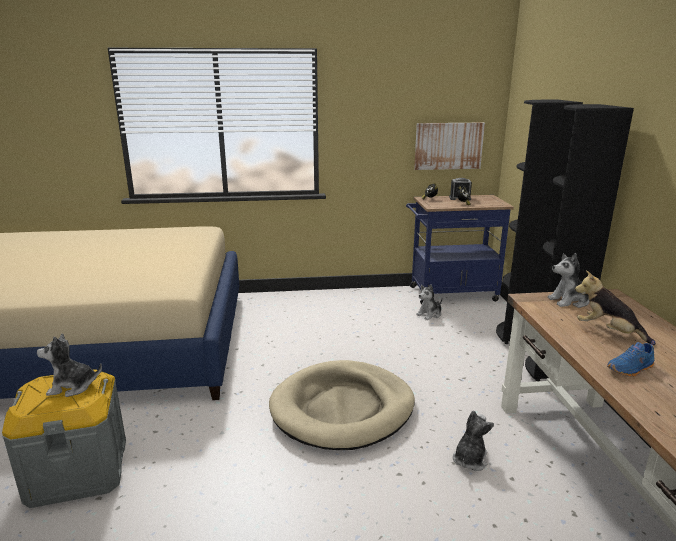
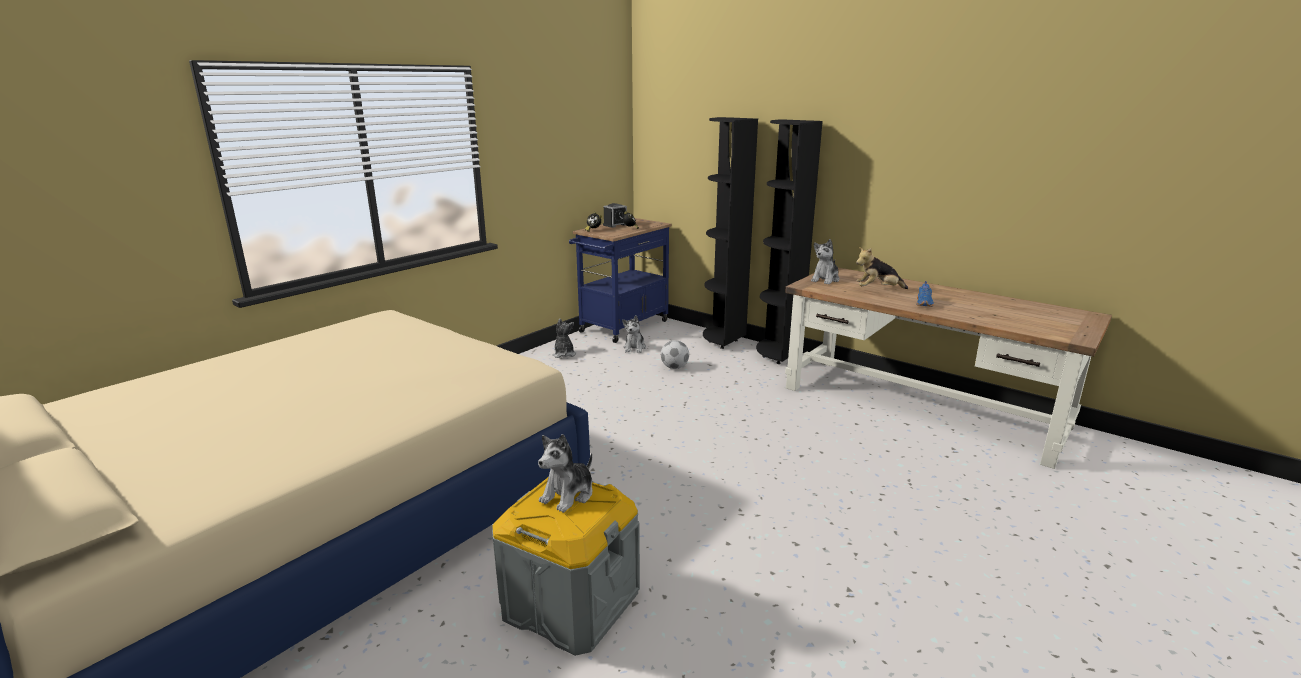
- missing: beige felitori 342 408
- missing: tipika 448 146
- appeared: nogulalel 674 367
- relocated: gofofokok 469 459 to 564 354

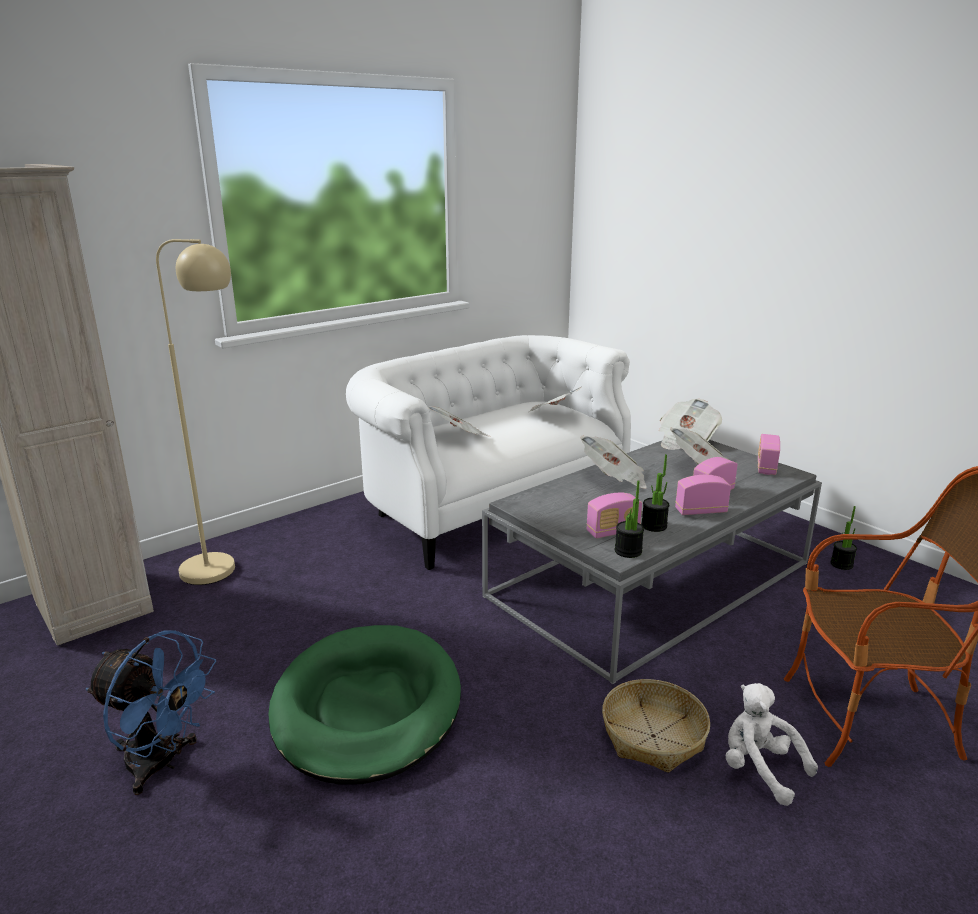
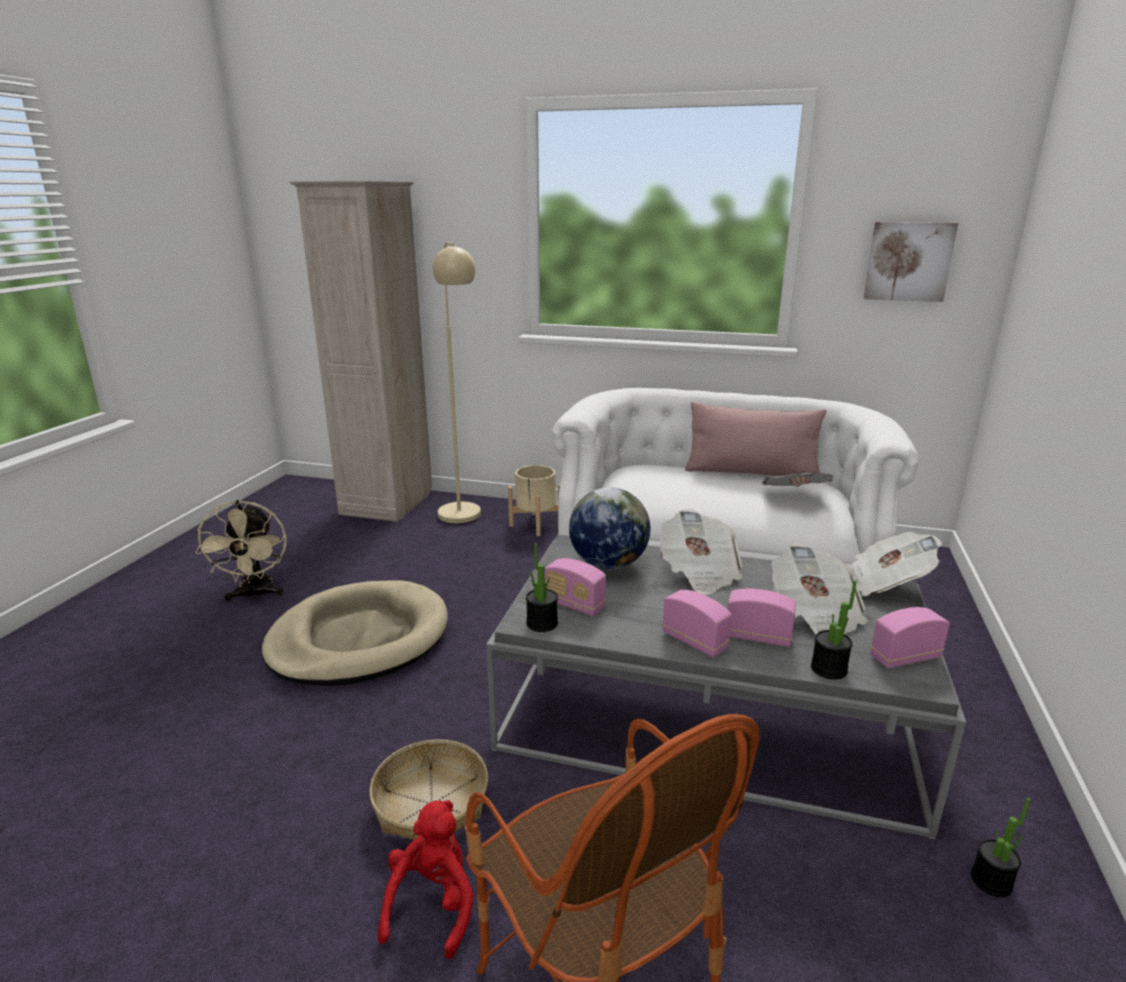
- missing: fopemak 458 437
- appeared: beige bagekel 535 524
- appeared: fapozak 608 564
- appeared: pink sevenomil 751 473
- appeared: tipika 908 261
- relocated: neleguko 654 526 to 828 669
- colour: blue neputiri 162 764 to beige neputiri 255 595
- colour: green felitori 367 708 to beige felitori 359 639
- colour: white gofofokok 759 769 to red gofofokok 432 904

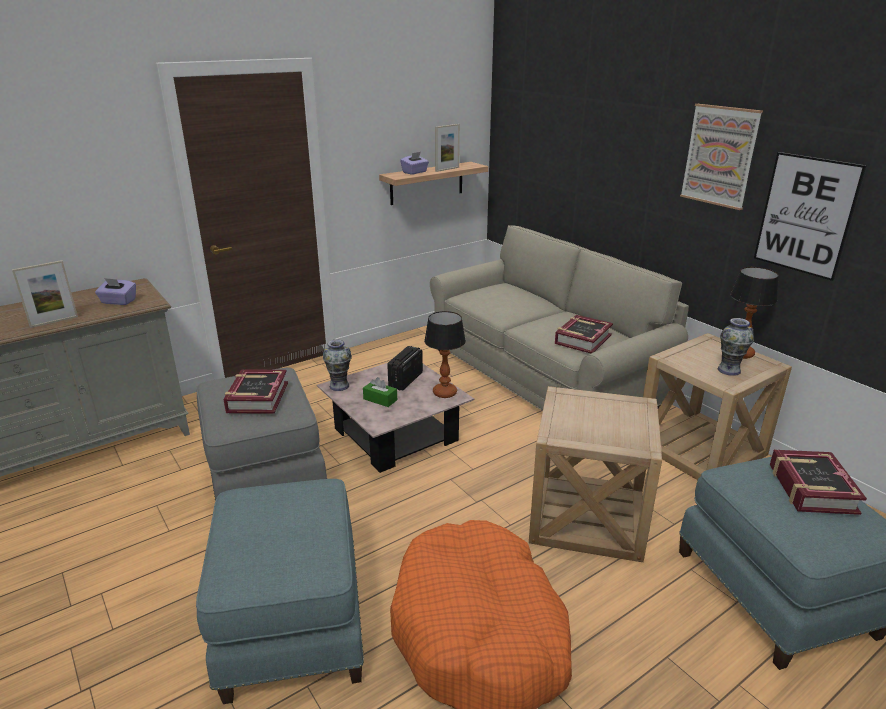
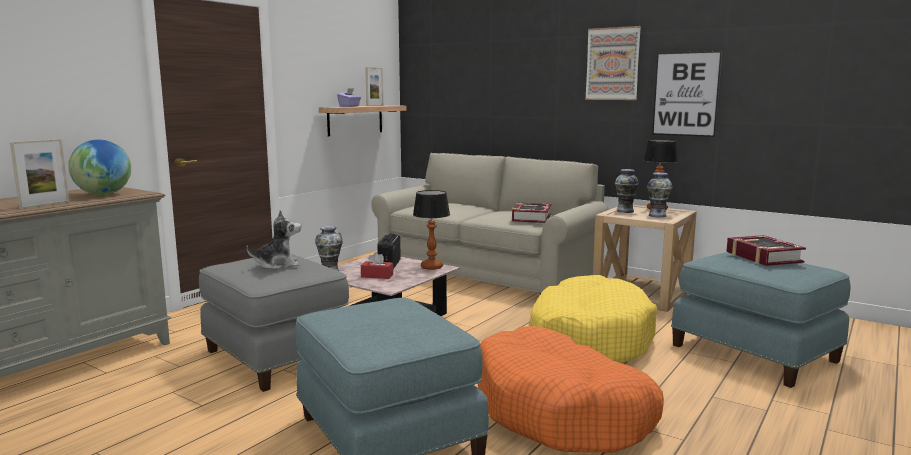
- appeared: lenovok 625 211
- exchanged: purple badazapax 118 302 to fapozak 104 194
- exchanged: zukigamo 257 397 to gofofokok 278 265
- exchanged: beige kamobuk 587 517 to yellow felitori 589 338
- colour: green badazapax 380 399 to red badazapax 377 276

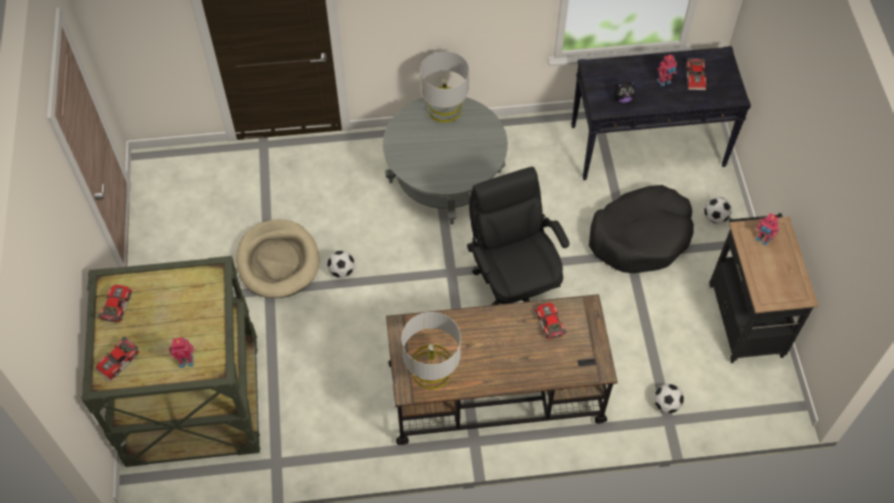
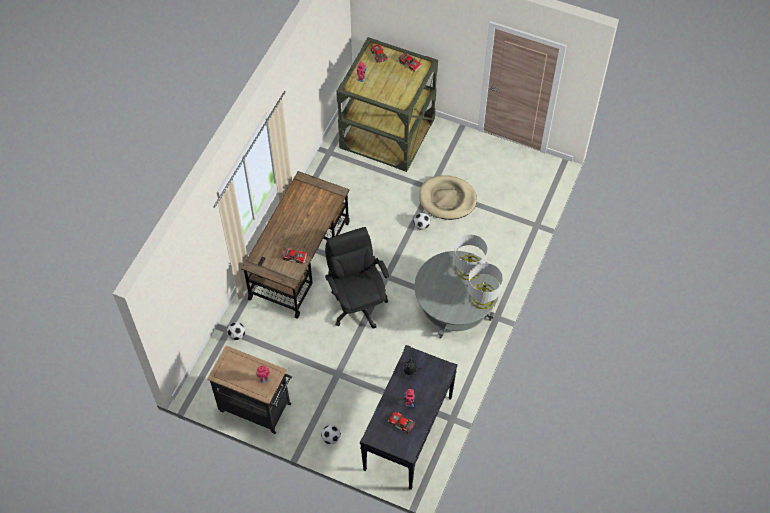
- missing: black felitori 640 236
- relocated: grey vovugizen 431 370 to 468 270
- spun: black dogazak 513 286 = 357 302 120 degrees counterclockwise

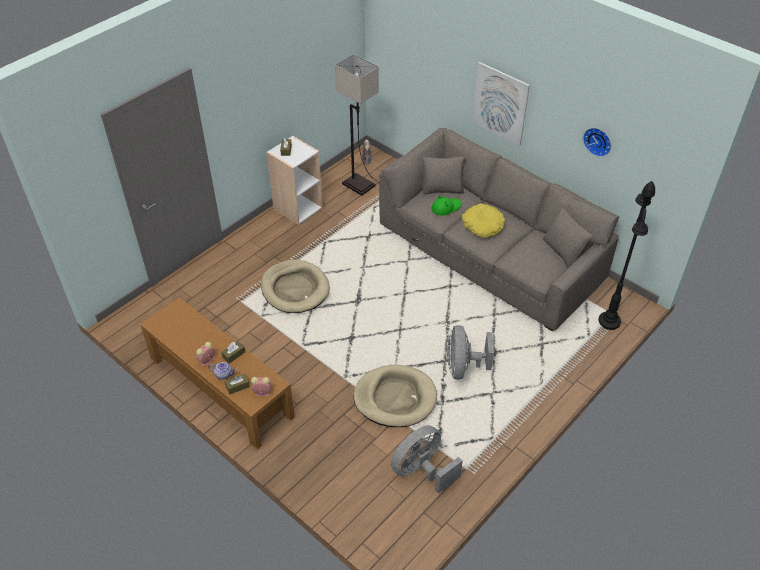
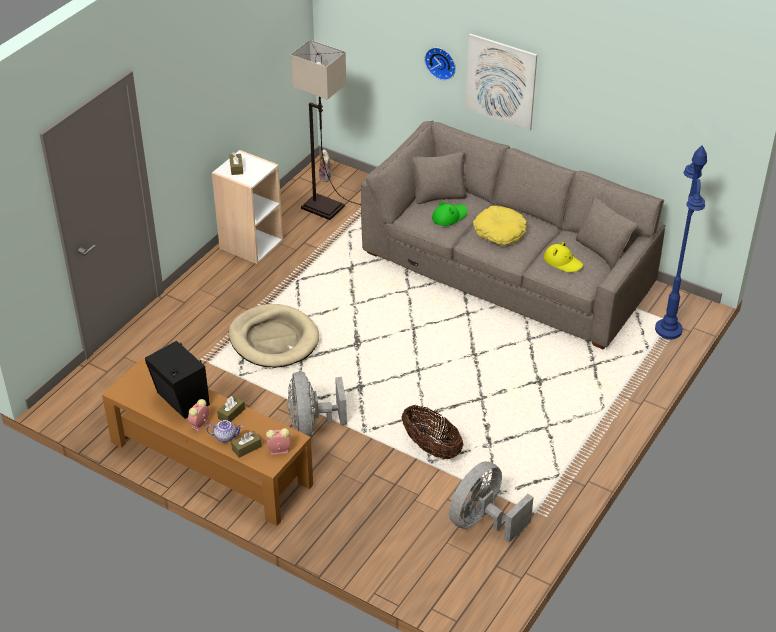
- appeared: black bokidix 181 401
- appeared: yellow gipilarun 563 262
- relocated: grey neputiri 463 367 to 312 426
- relocated: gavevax 598 141 to 441 62
- exchanged: beige felitori 395 398 to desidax 431 447
- colour: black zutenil 609 321 to blue zutenil 668 330

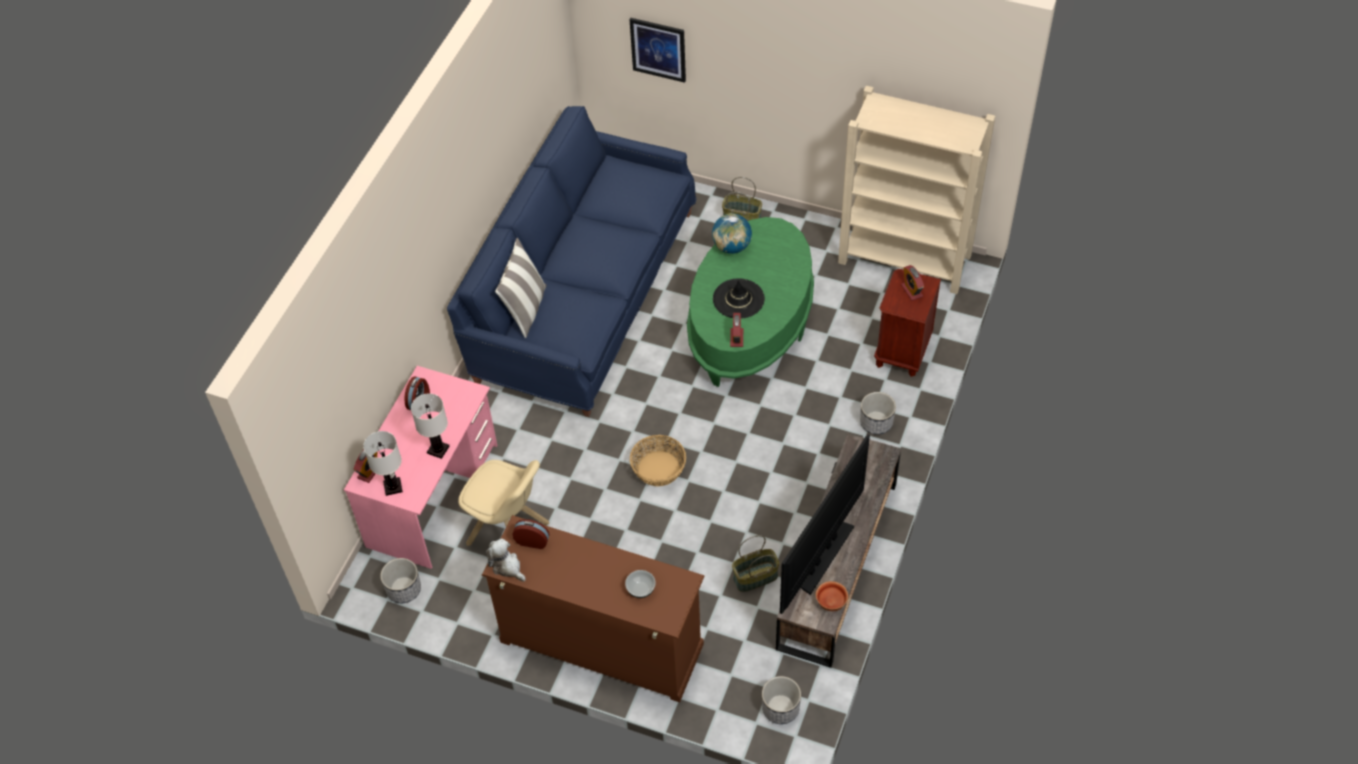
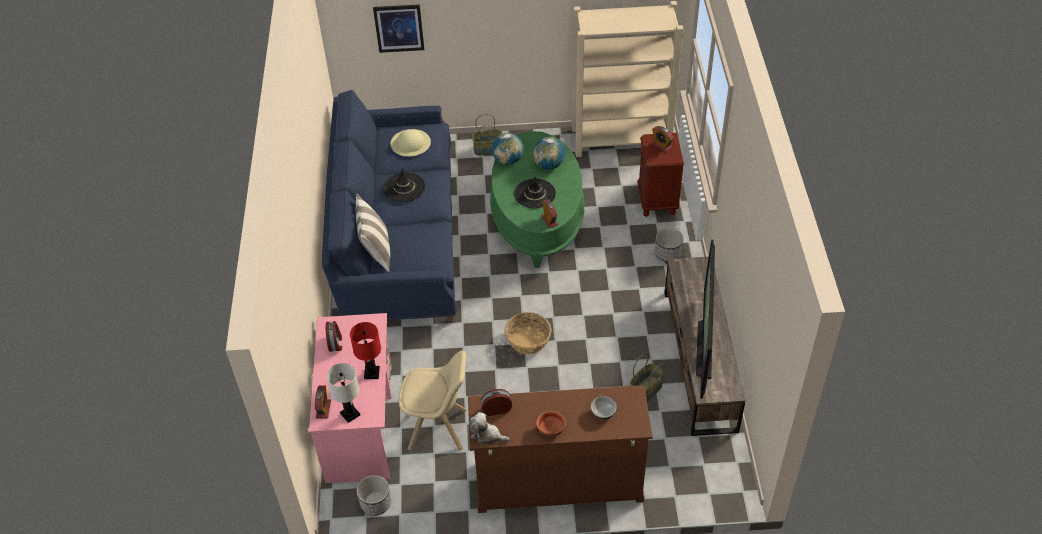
- missing: bagekel 780 708
- appeared: black gipilarun 404 187
- appeared: beige gipilarun 410 142
- appeared: fapozak 549 165
- relocated: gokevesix 830 603 to 551 430
- colour: white vovugizen 438 450 to red vovugizen 372 373

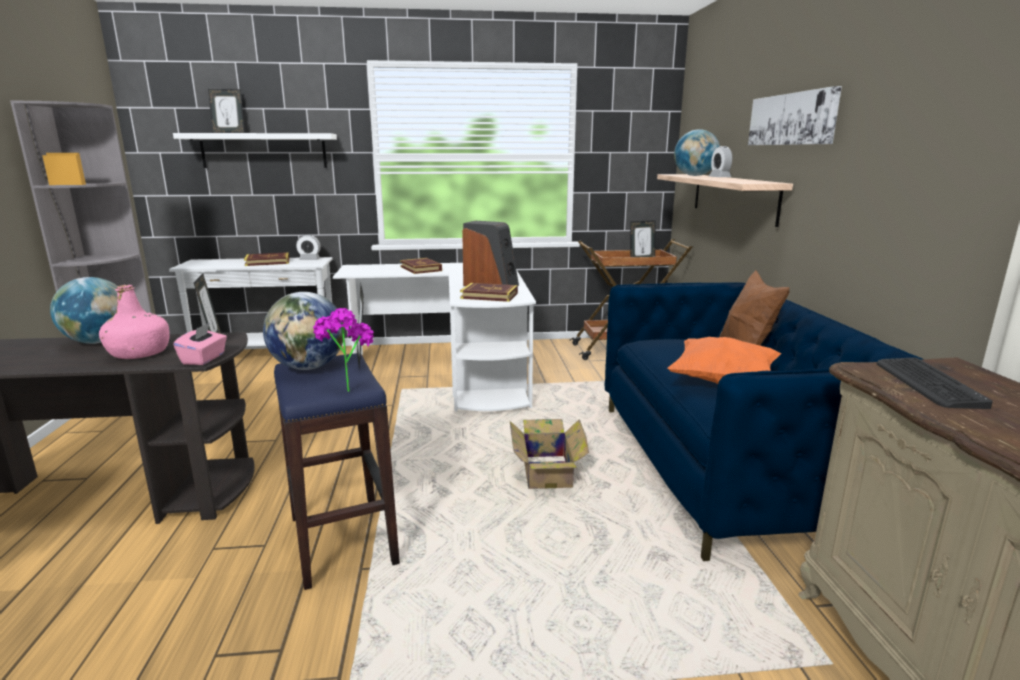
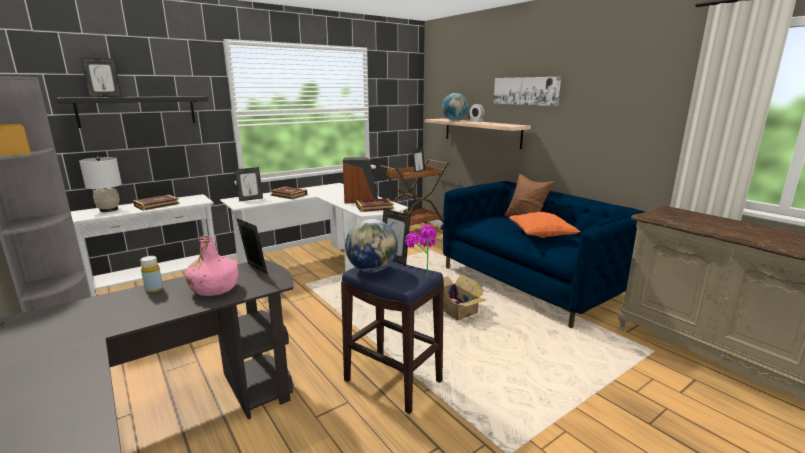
- missing: pink badazapax 204 359
- missing: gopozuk 309 259
- missing: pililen 927 383
- appeared: white vovugizen 109 210
- appeared: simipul 250 199
- exchanged: fapozak 99 342 to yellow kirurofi 154 289
- colour: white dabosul 264 150 to black dabosul 138 111

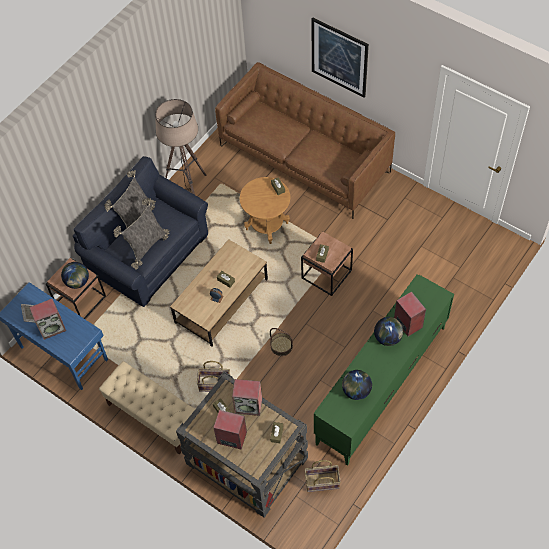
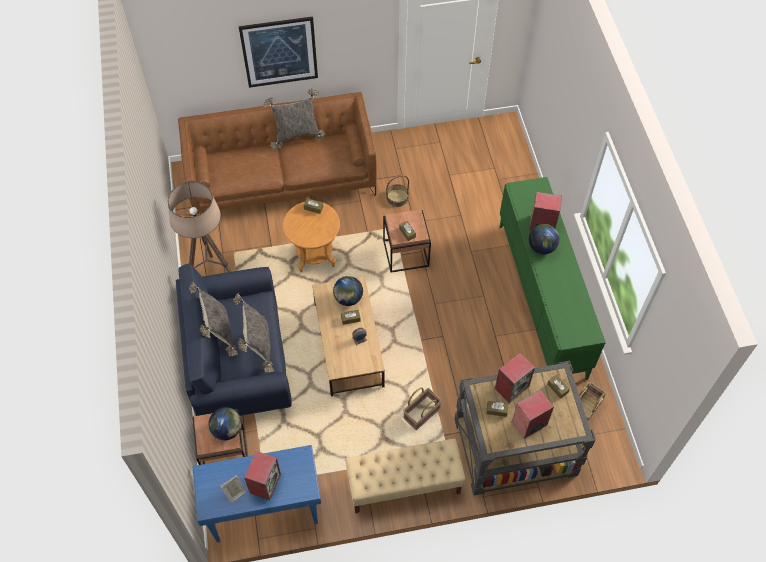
- appeared: sevenomil 297 137
- relocated: desidax 281 346 to 397 197
- relocated: fapozak 356 391 to 348 298

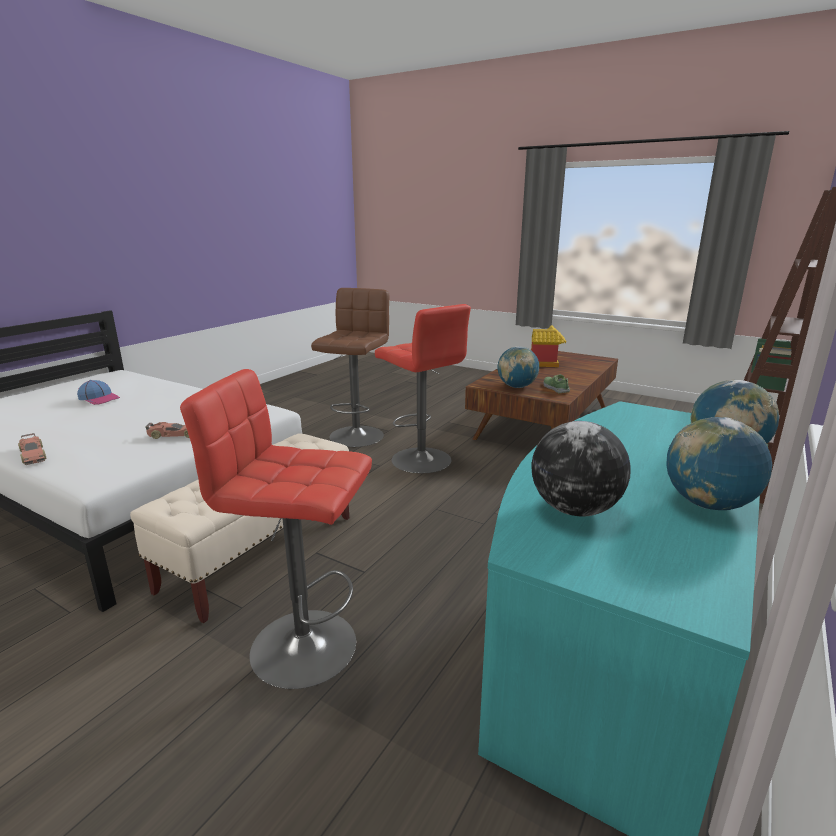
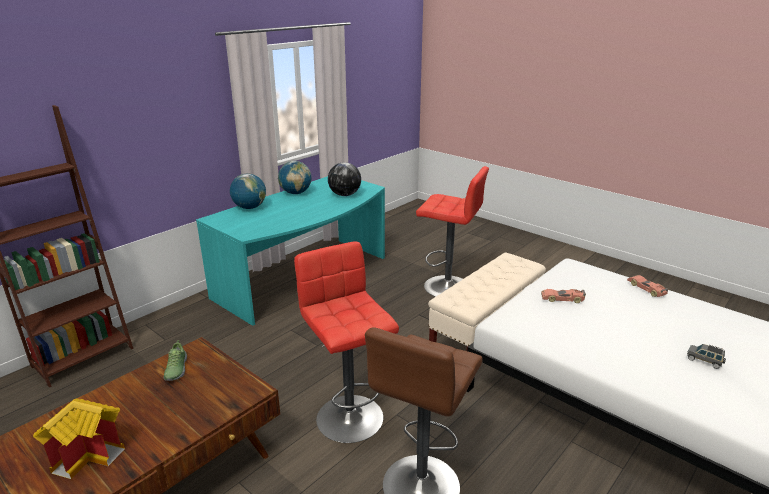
- missing: fapozak 516 387
- exchanged: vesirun 99 399 to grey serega 704 361

